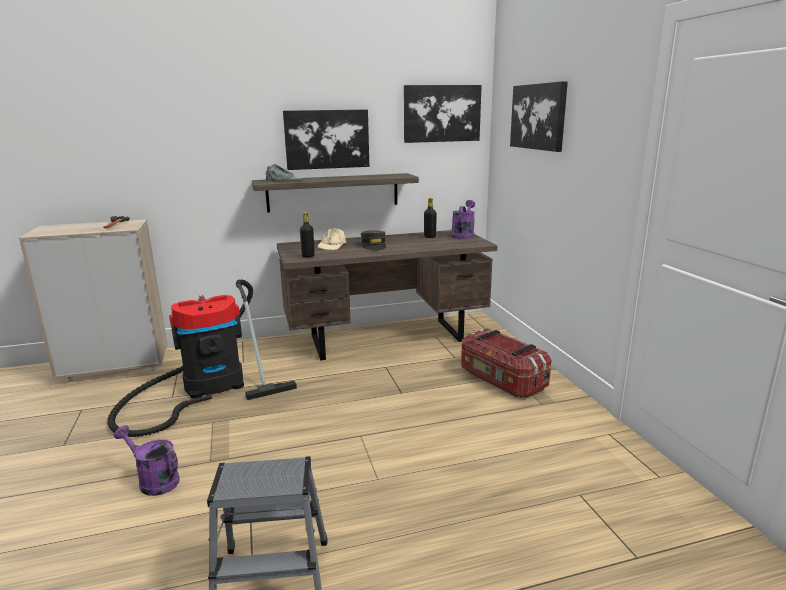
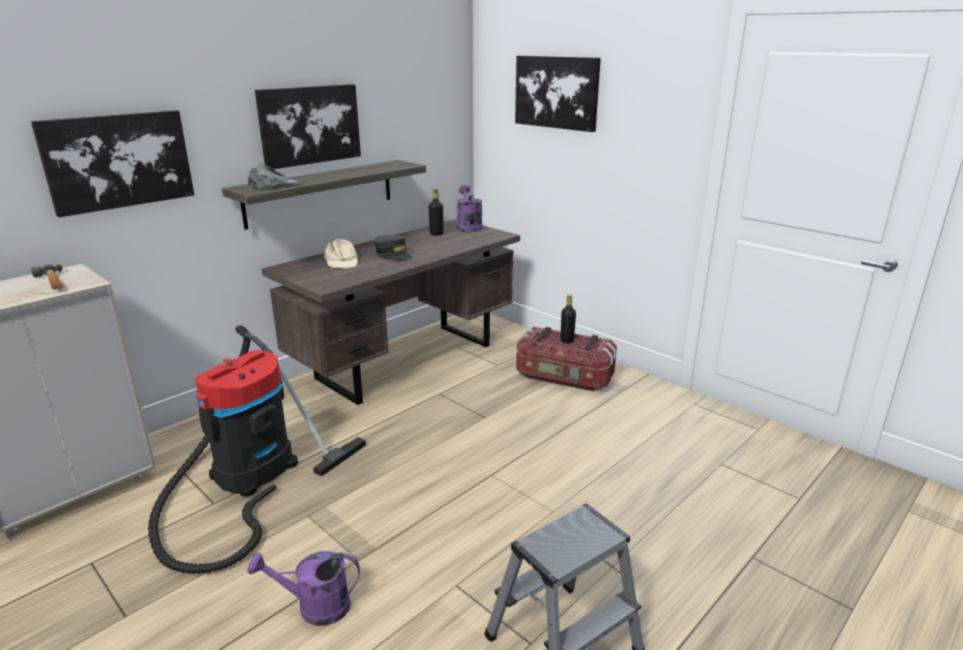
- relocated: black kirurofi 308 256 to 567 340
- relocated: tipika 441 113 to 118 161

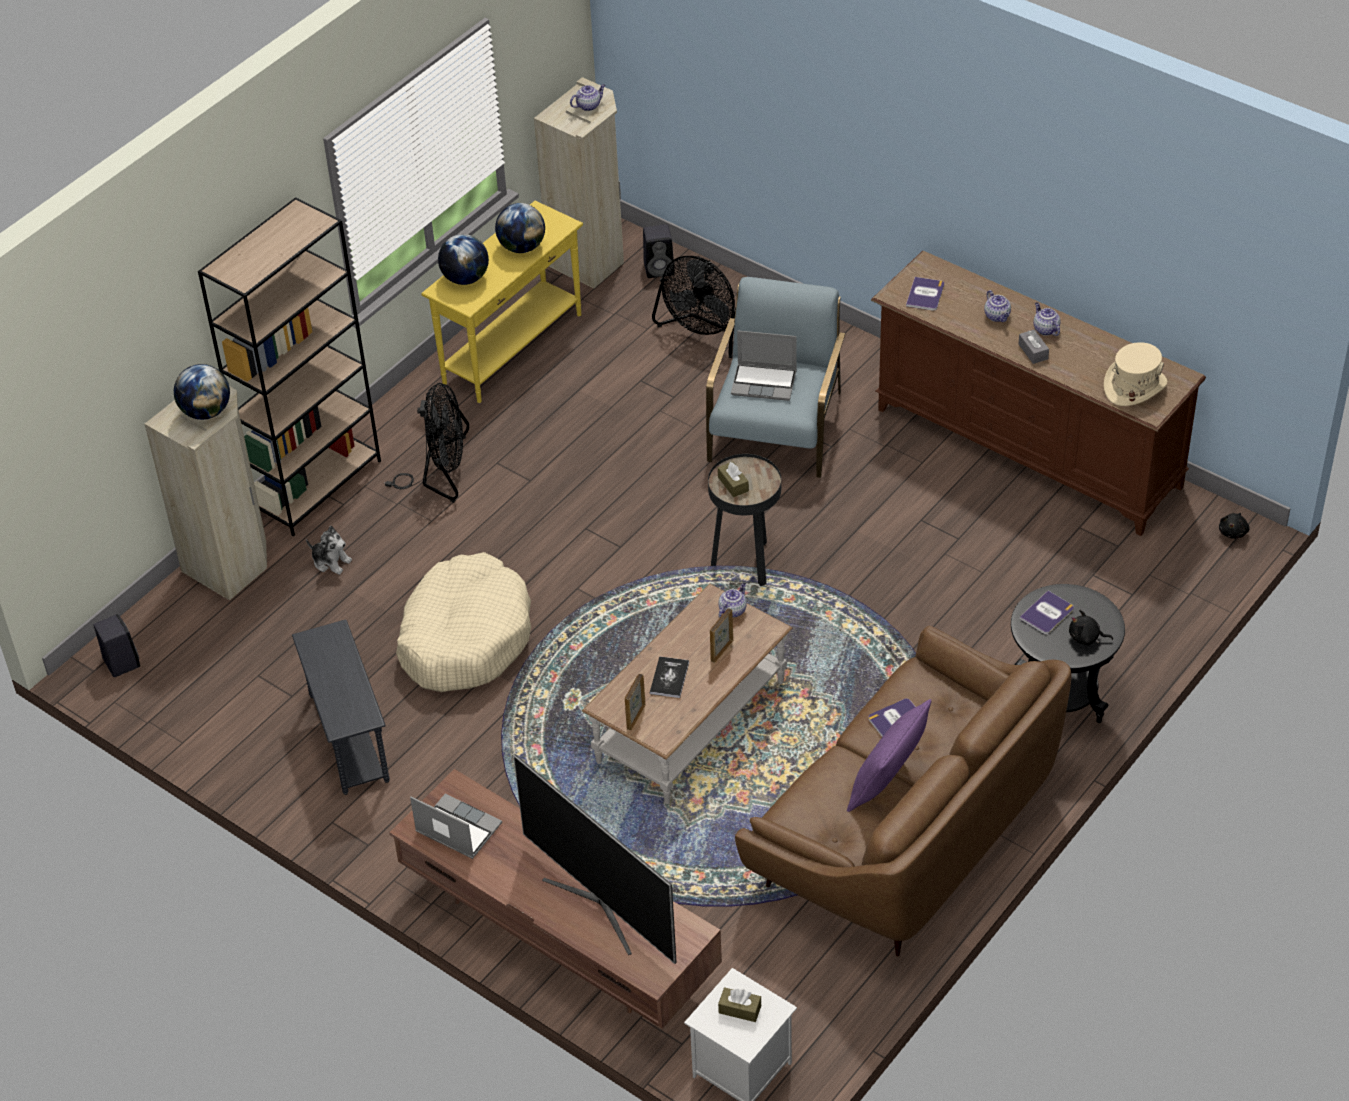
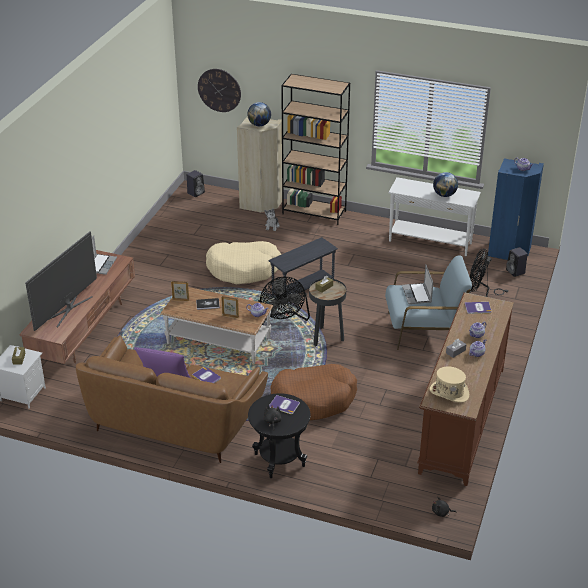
- missing: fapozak 465 278
- appeared: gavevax 219 90
- appeared: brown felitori 314 398
- relocated: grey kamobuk 348 738 to 302 288
- relocated: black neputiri 439 471 to 279 319
- colour: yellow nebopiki 512 348 to white nebopiki 430 242
- colour: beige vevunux 591 257 to blue vevunux 509 250

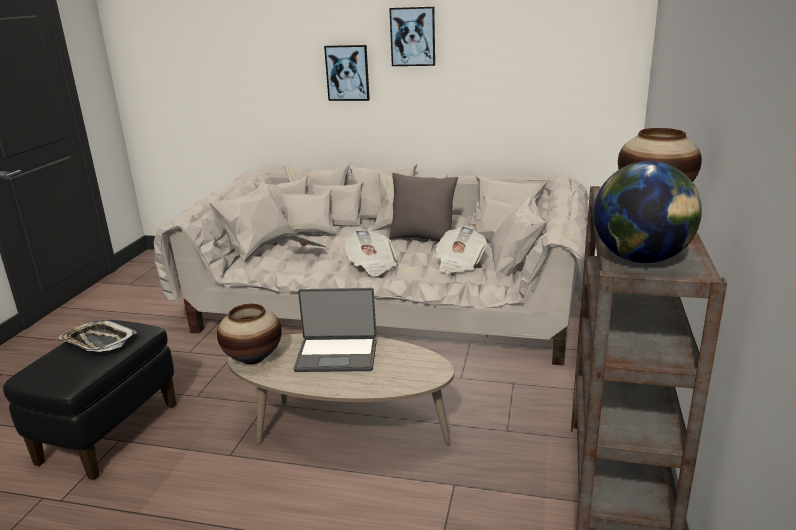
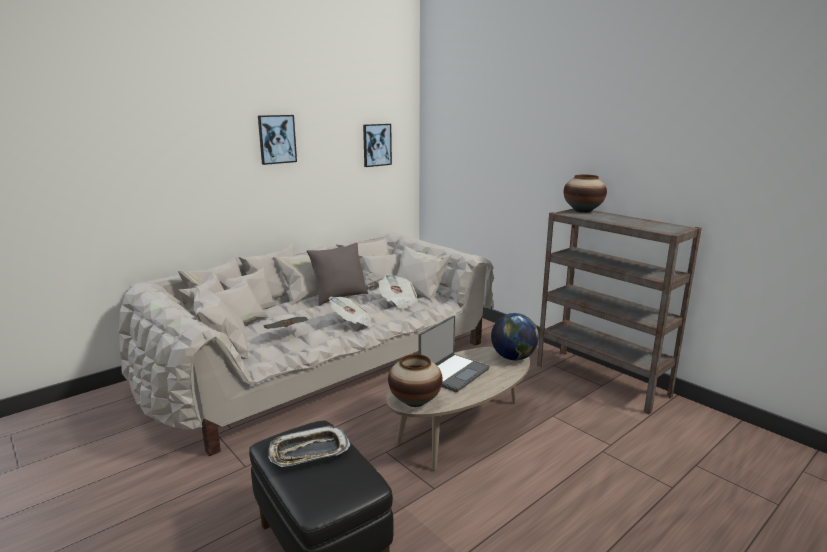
- relocated: tipika 347 73 to 376 145
- relocated: fapozak 641 260 to 513 358

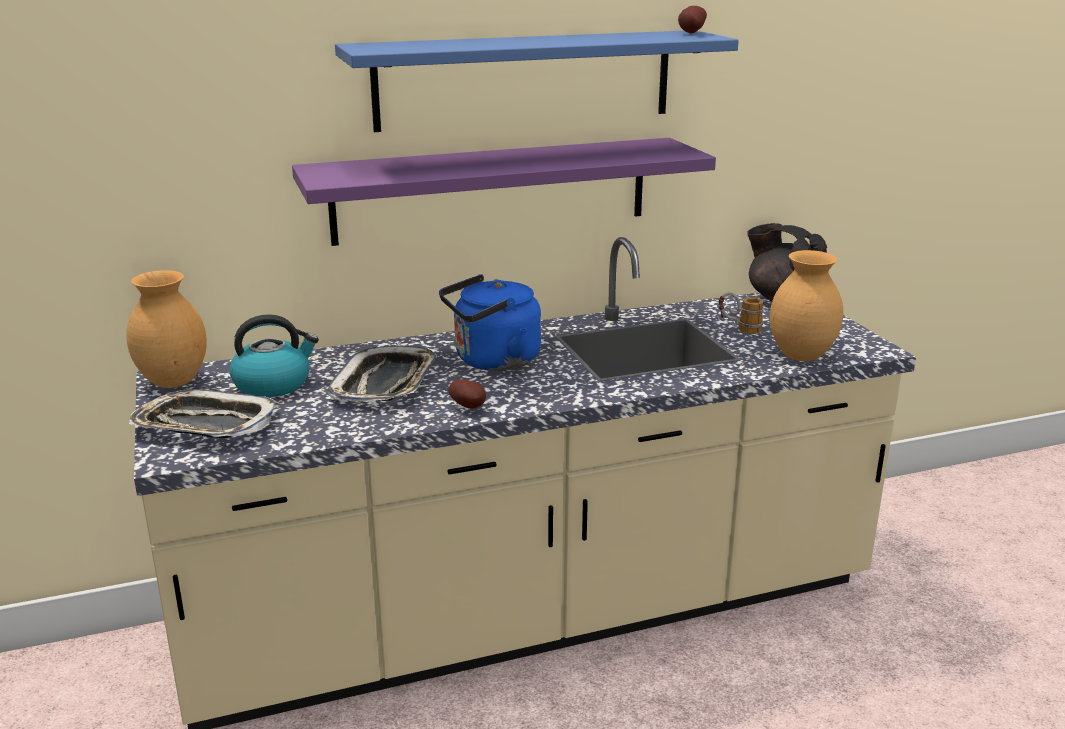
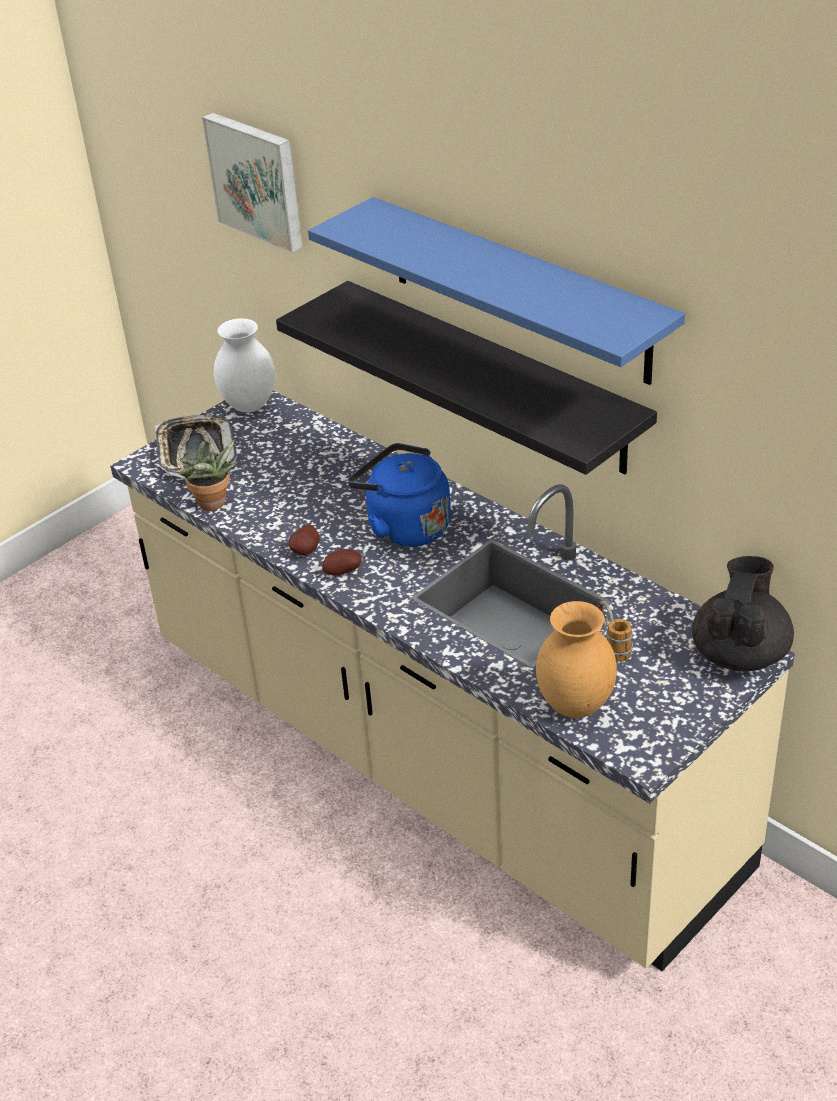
- missing: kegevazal 273 384
- missing: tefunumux 385 383
- appeared: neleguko 213 505
- appeared: tipika 257 180
- relocated: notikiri 690 33 to 343 572
- colour: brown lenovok 172 382 to white lenovok 248 406
- colour: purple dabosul 492 190 to black dabosul 491 376

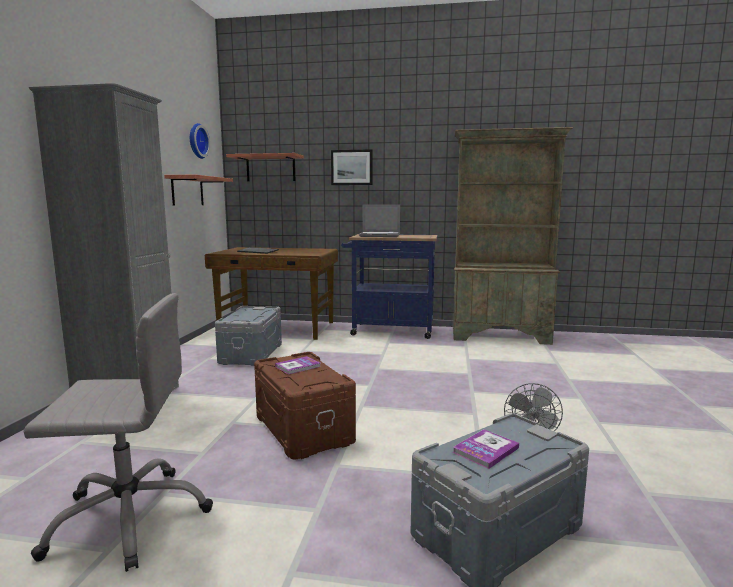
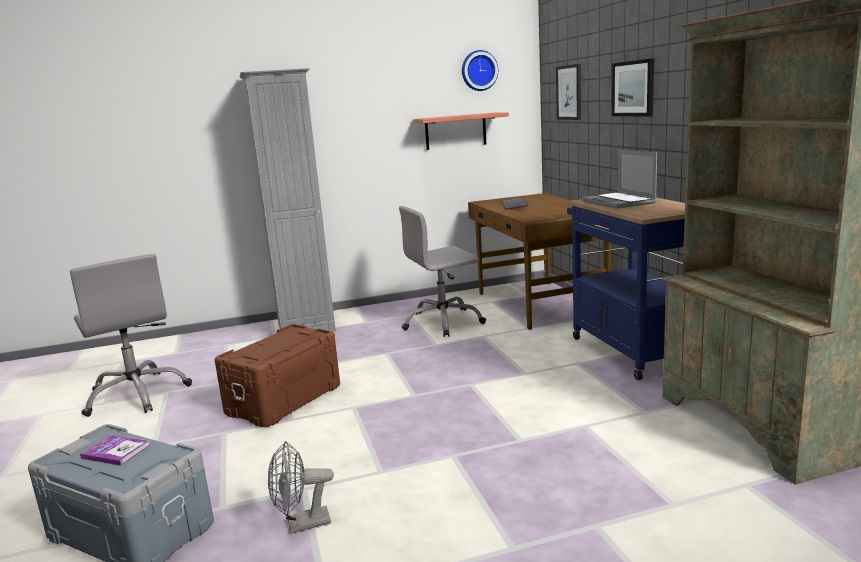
- missing: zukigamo 298 366
- exchanged: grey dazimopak 250 353 to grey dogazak 443 322
- exchanged: dabosul 270 168 to tipika 569 92

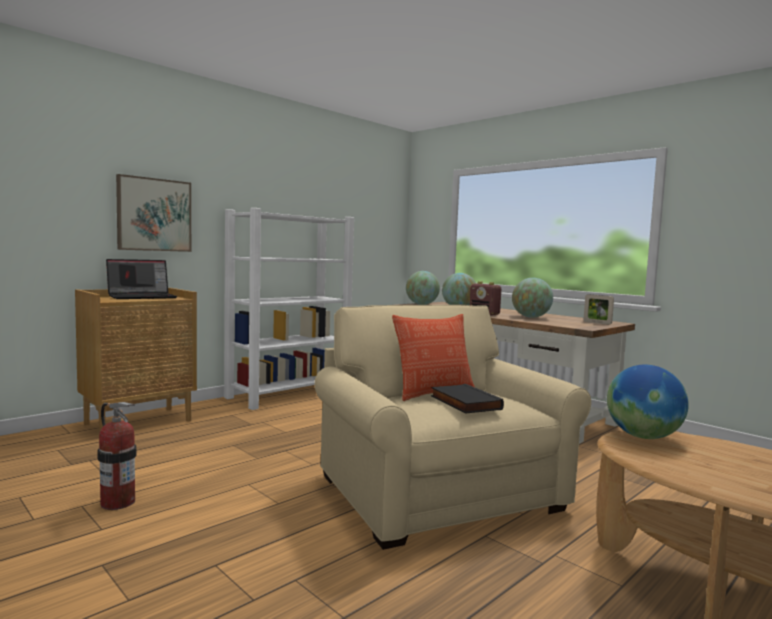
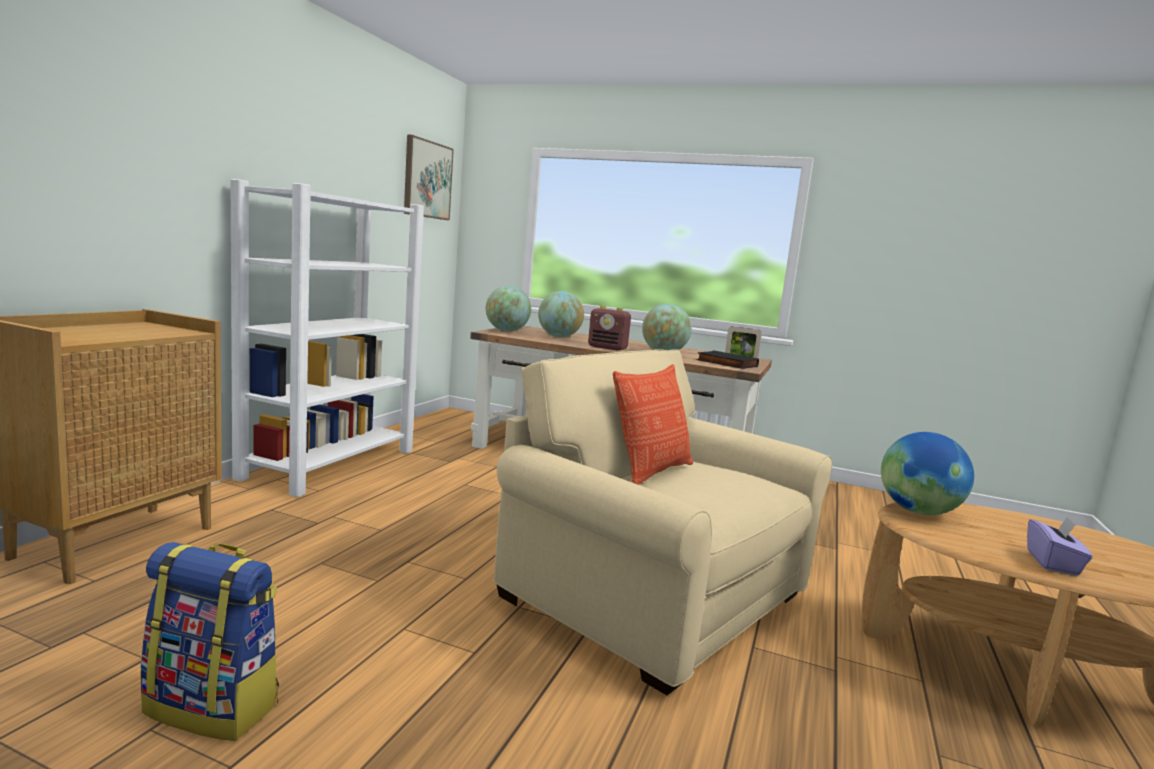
- missing: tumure 143 297
- appeared: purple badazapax 1053 563
- relocated: tipika 154 215 to 427 179
- relocated: black zukigamo 463 403 to 726 363
- exchanged: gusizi 118 502 to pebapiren 215 706

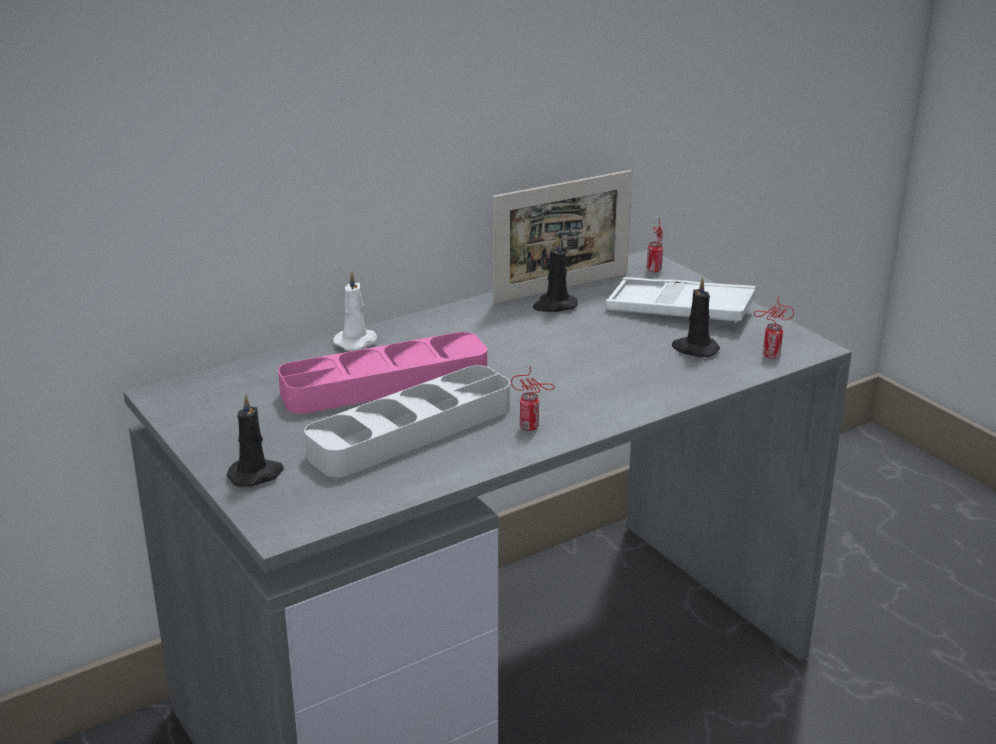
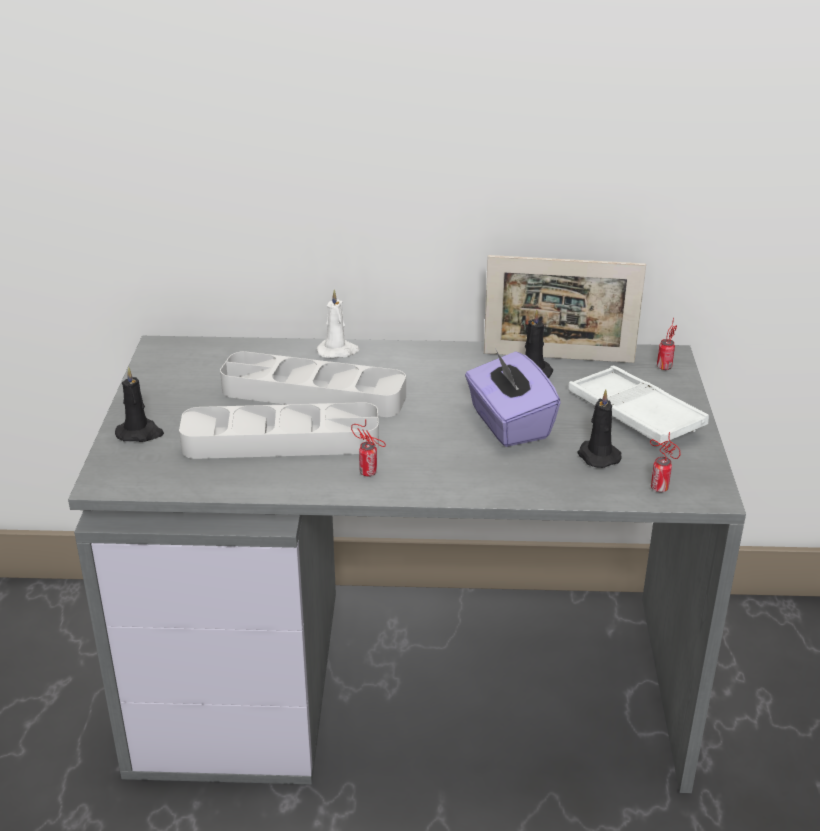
- appeared: purple badazapax 508 424
- colour: pink tefunumux 385 383 to grey tefunumux 313 394

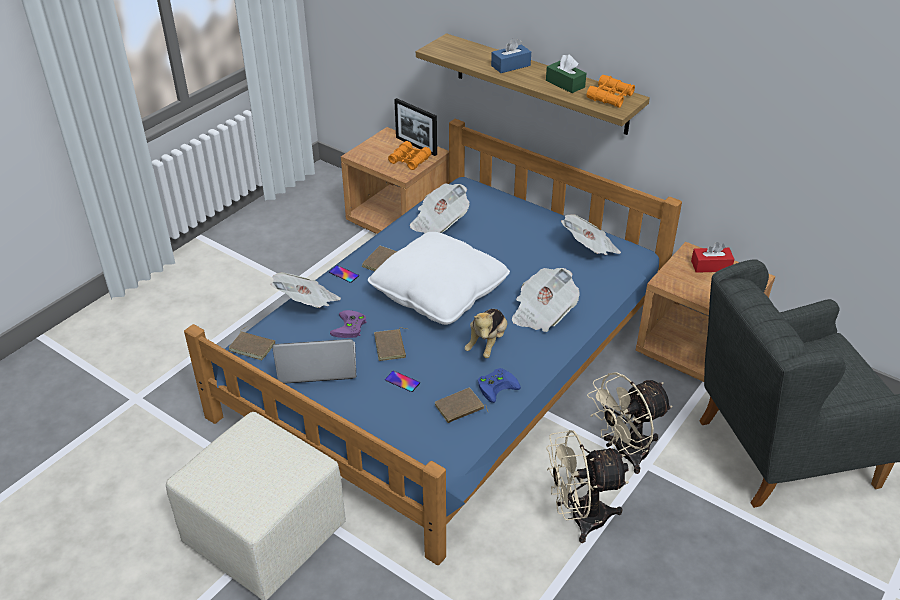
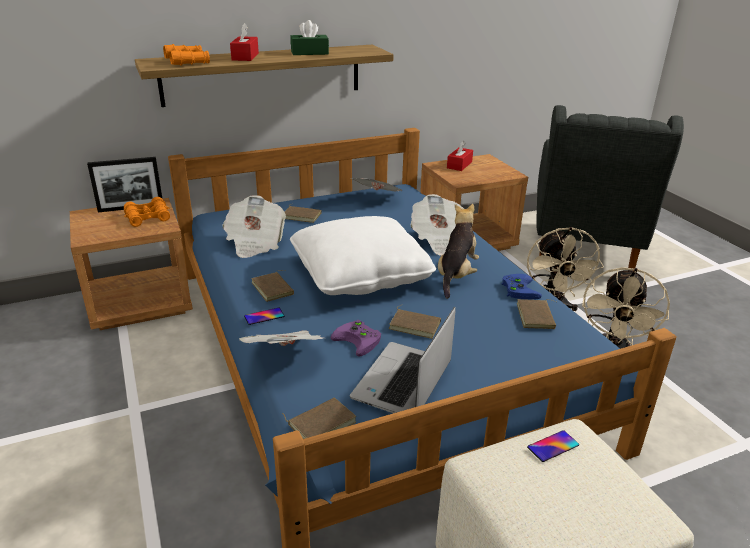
- appeared: brown zukigamo 302 216
- relocated: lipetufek 402 381 to 553 446
- relocated: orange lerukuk 610 97 to 187 61
- colour: blue badazapax 510 66 to red badazapax 245 56
- spun: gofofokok 487 343 = 456 275 120 degrees counterclockwise

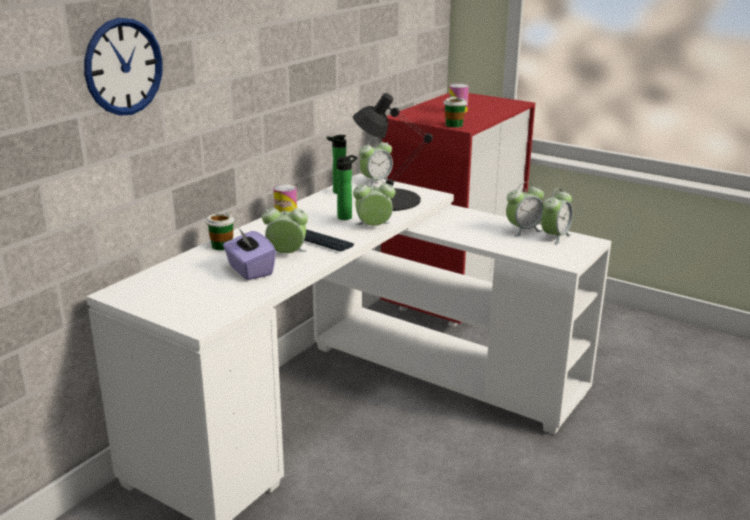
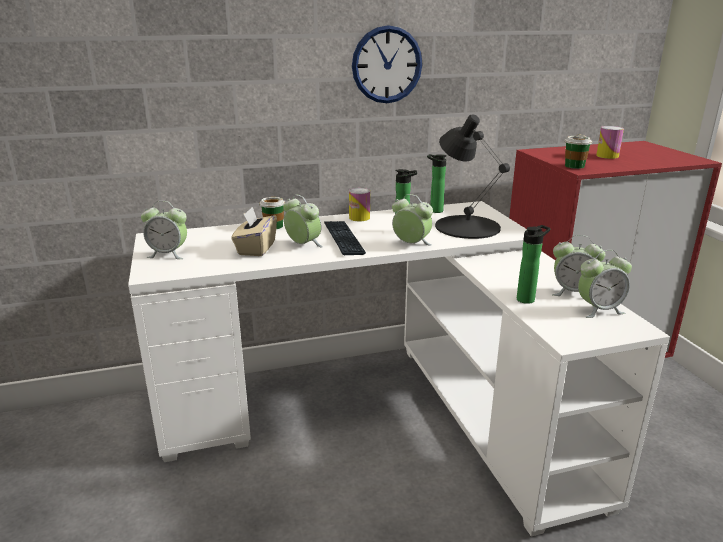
- appeared: kirurofi 527 299
- relocated: gavevax 123 67 to 387 65
- relocated: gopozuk 376 182 to 168 254
- colour: purple badazapax 249 270 to beige badazapax 256 248

